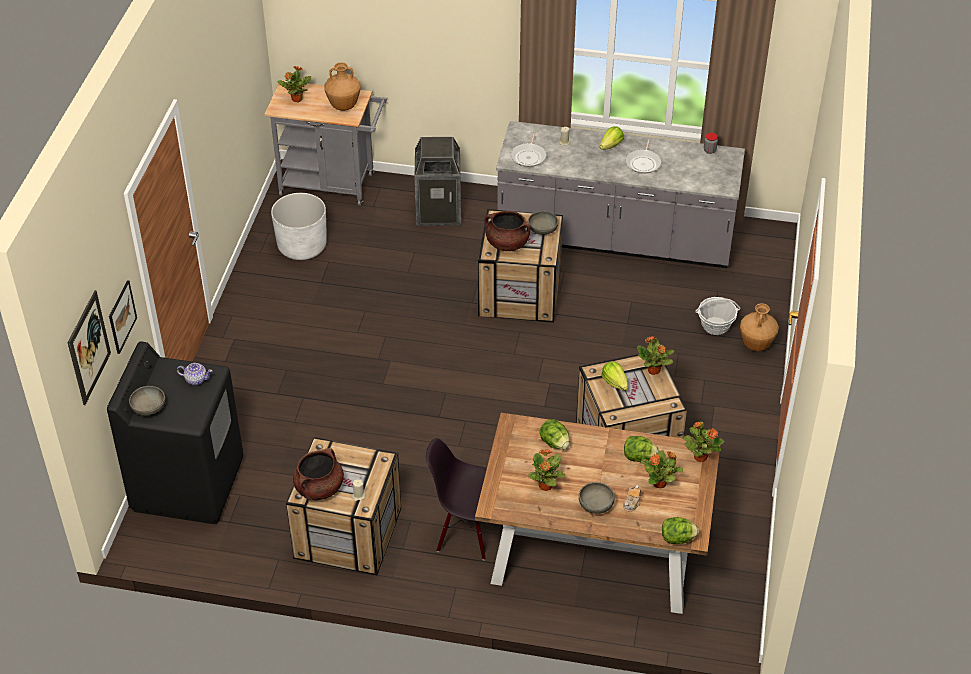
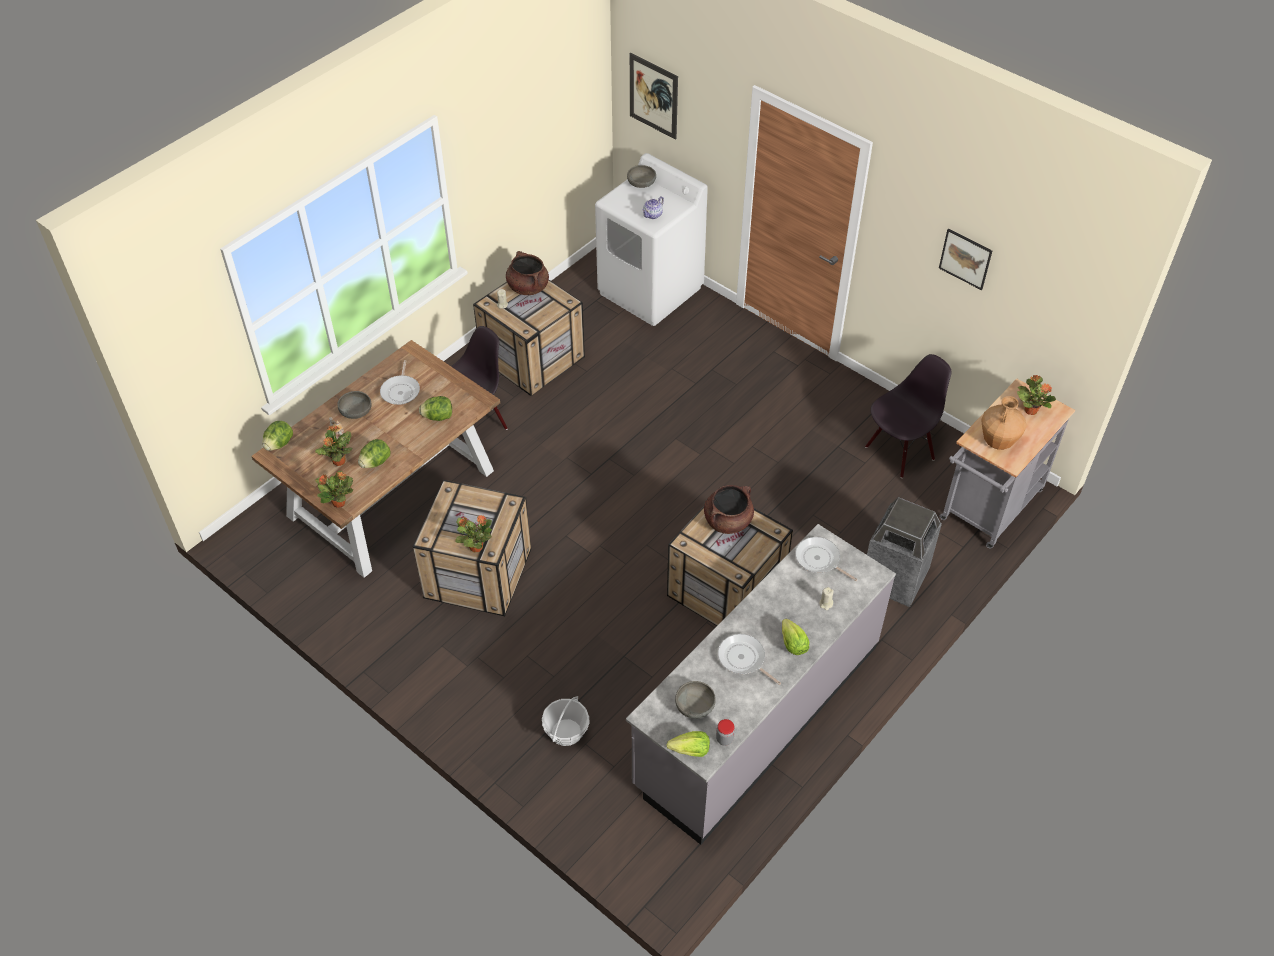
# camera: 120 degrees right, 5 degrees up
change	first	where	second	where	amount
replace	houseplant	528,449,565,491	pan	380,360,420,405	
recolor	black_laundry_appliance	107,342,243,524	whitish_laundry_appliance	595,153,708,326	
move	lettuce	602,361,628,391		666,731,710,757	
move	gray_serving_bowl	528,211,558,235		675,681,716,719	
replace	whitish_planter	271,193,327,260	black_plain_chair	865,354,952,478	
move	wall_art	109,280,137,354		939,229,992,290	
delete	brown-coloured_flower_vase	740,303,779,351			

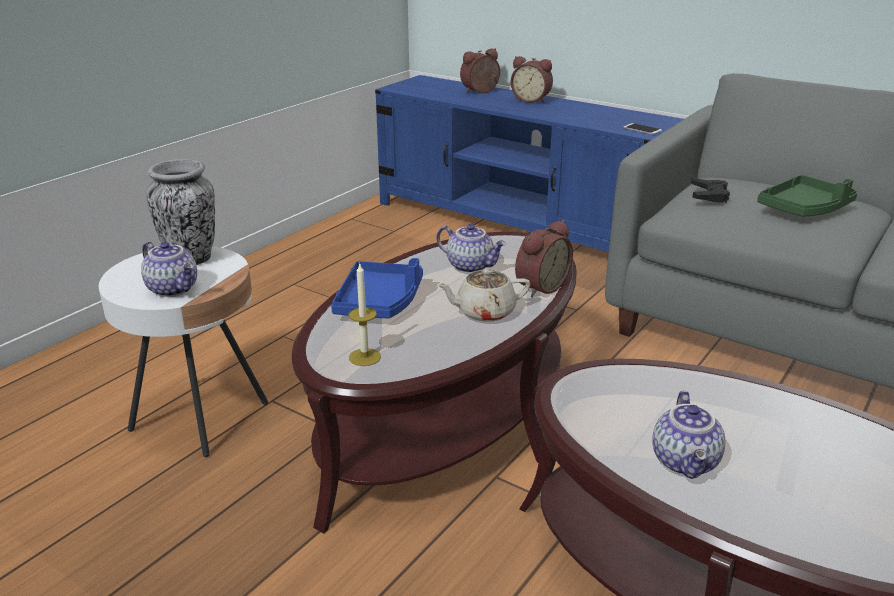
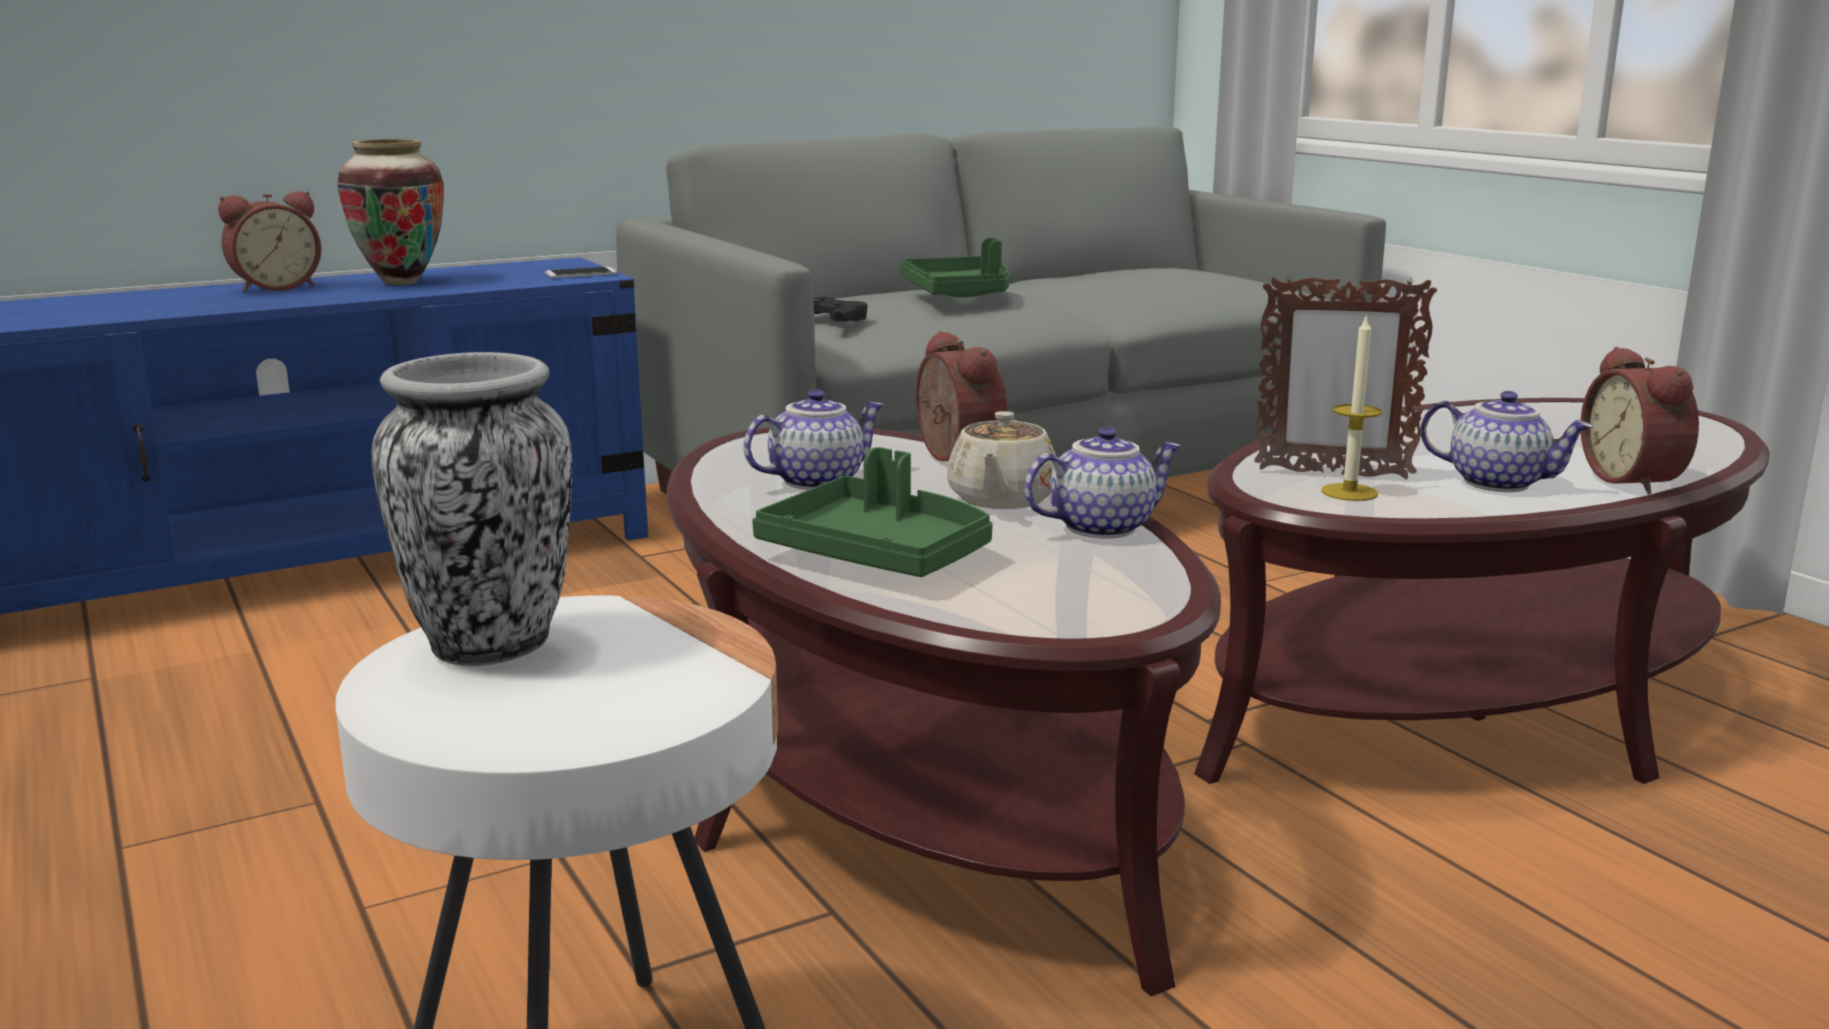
# camera: 65 degrees left, 10 degrees down
change	first	where	second	where	amount
insert			flower_vase	337,139,444,285	
recolor	bluish_serving_tray	331,258,423,318	green-coloured_serving_tray	752,447,993,577	
move	teapot	141,242,197,297		1024,427,1182,539	
insert			photo_frame	1254,276,1437,479	
move	candle	348,264,381,366		1321,314,1382,501	
move	table_clock	460,48,500,93		1581,346,1699,494	

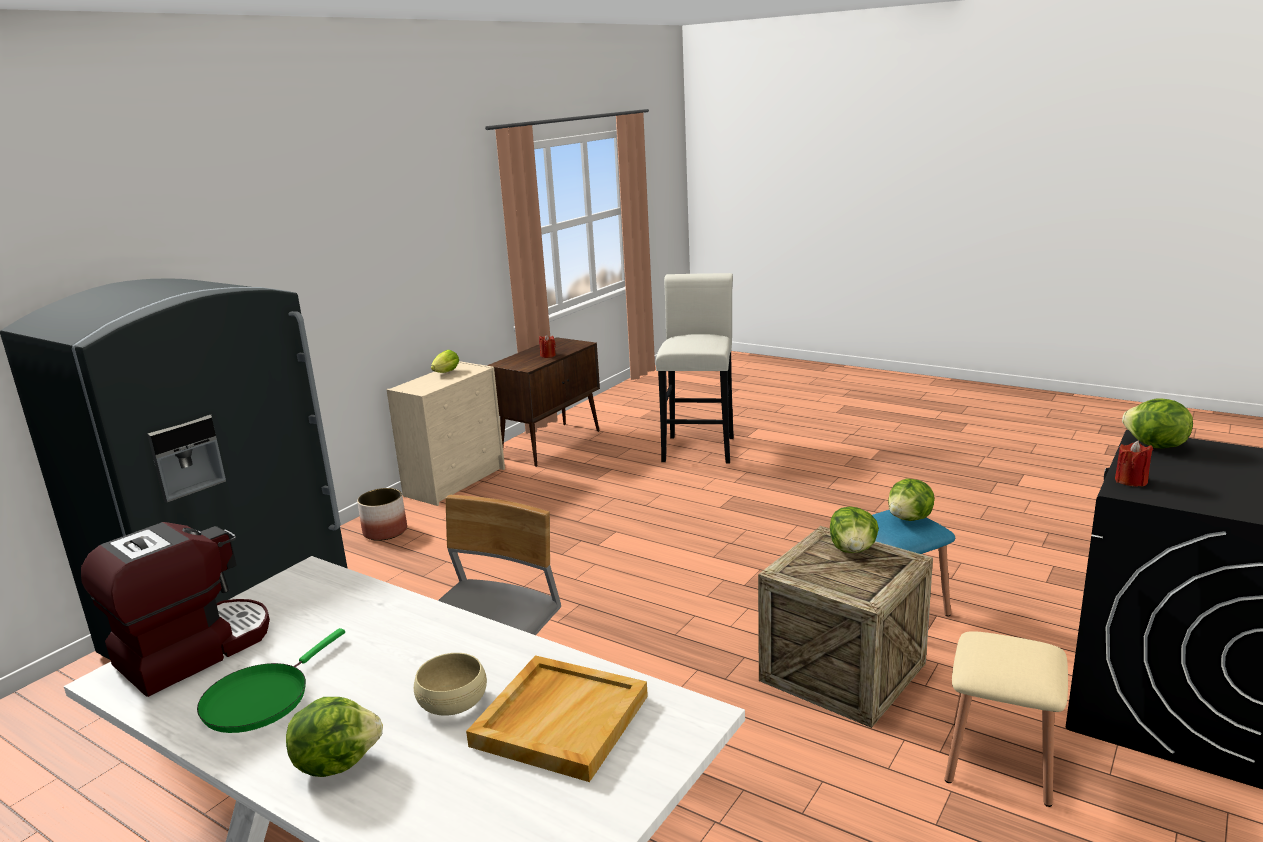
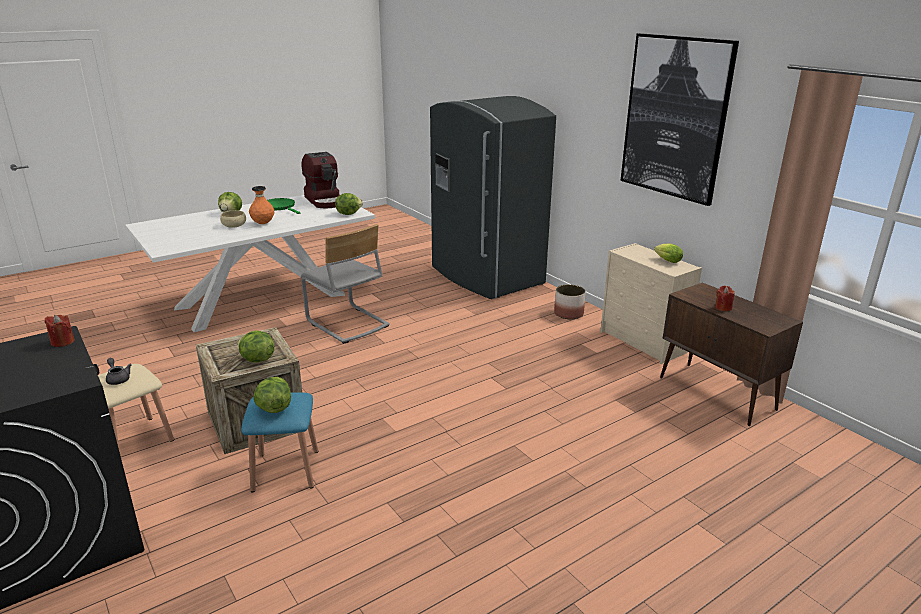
# camera: 110 degrees right, 5 degrees up
change	first	where	second	where	amount
insert			gray_teapot	106,358,132,385	
insert			orange_flower_vase	249,186,274,224	
move	lettuce	1122,398,1193,448		335,193,363,215	
insert			wall_art	620,33,739,206	
delete	beige_serving_tray	466,655,648,782			
delete	whitish_stool	656,273,734,463			

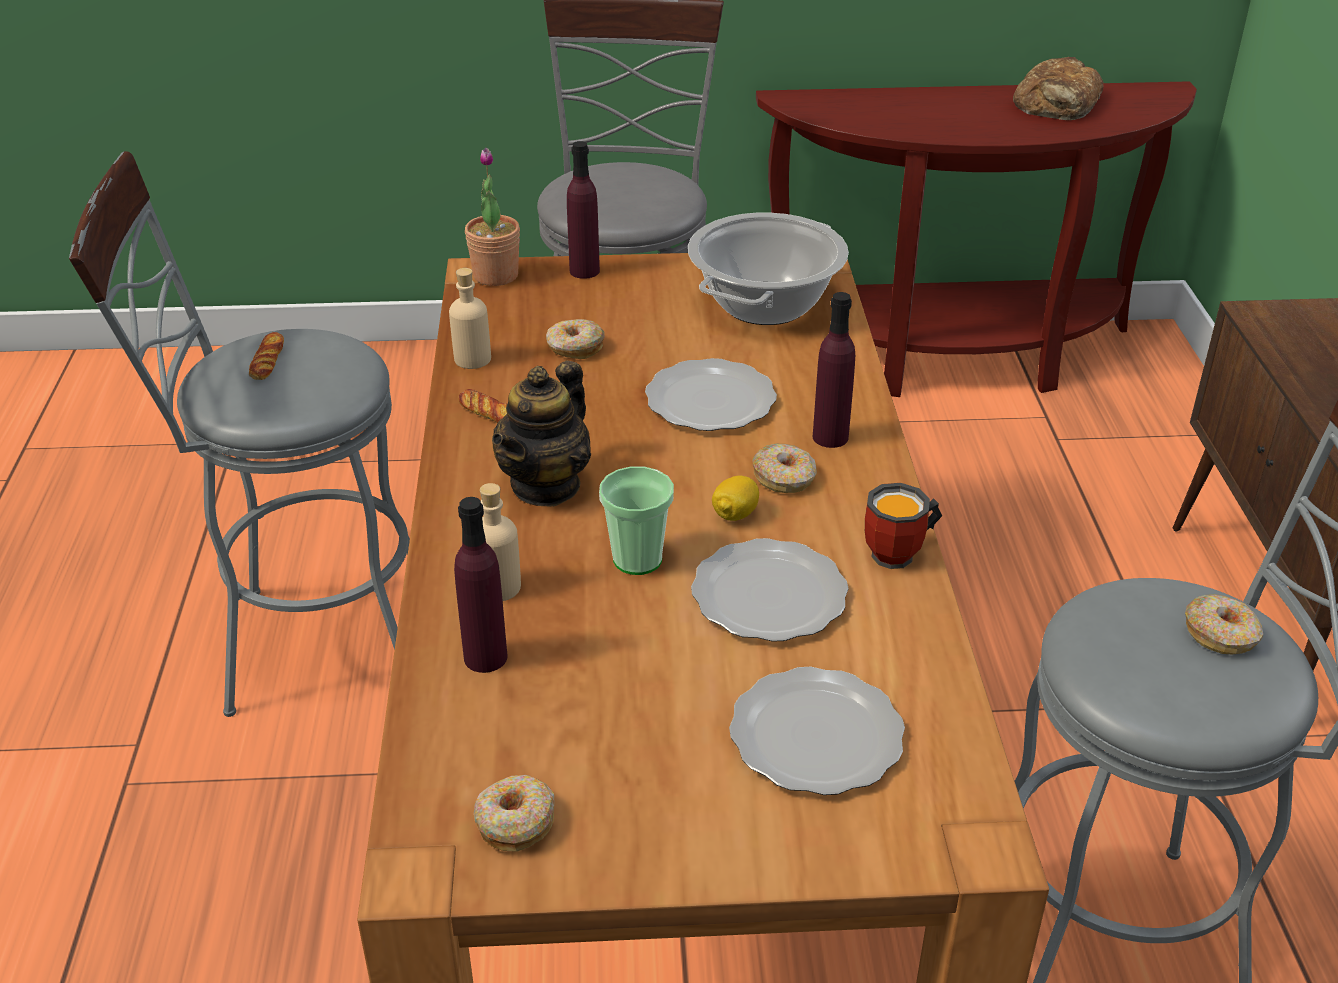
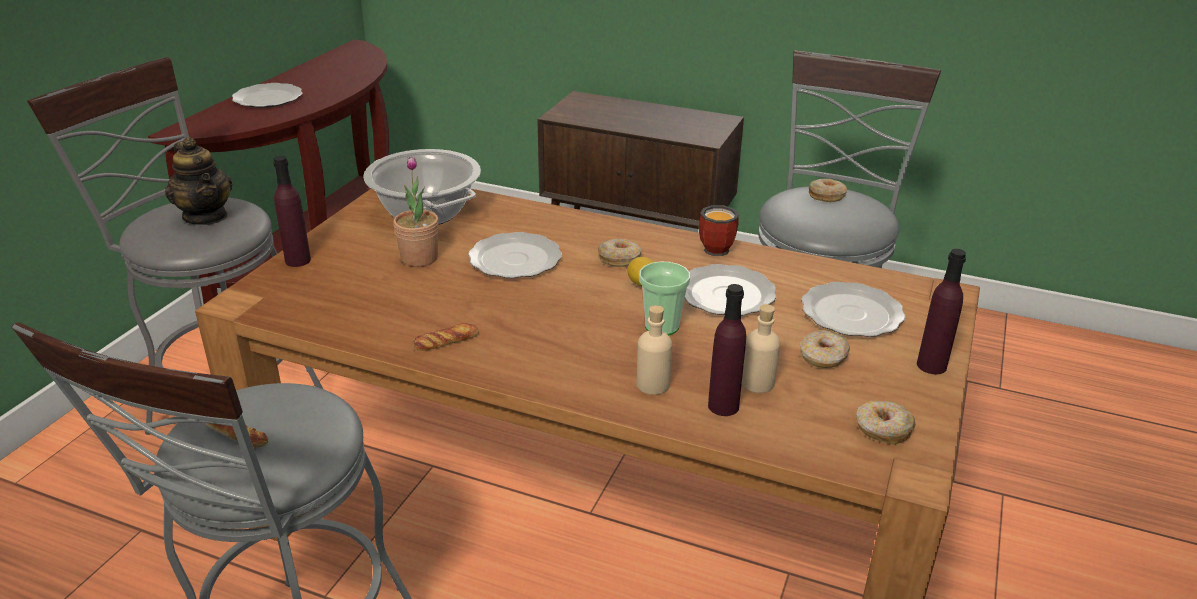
# camera: 65 degrees left, 5 degrees down
change	first	where	second	where	amount
move	teapot	492,360,591,507		165,137,232,225	
insert			dinner_plate	232,83,303,108	
move	houseplant	465,148,520,286		393,156,439,267	
move	beige_drink_bottle	449,268,491,369		742,304,780,393	
move	doughnut	546,319,605,359		800,330,850,368	
move	purple-coloured_drink_bottle	813,292,855,448		917,249,966,374	
delete	baked_bread	1013,57,1104,120			

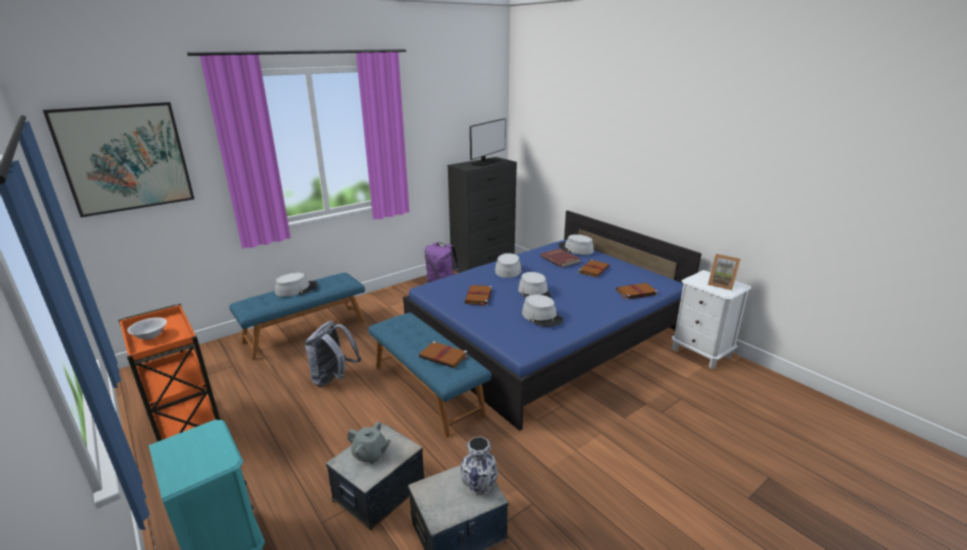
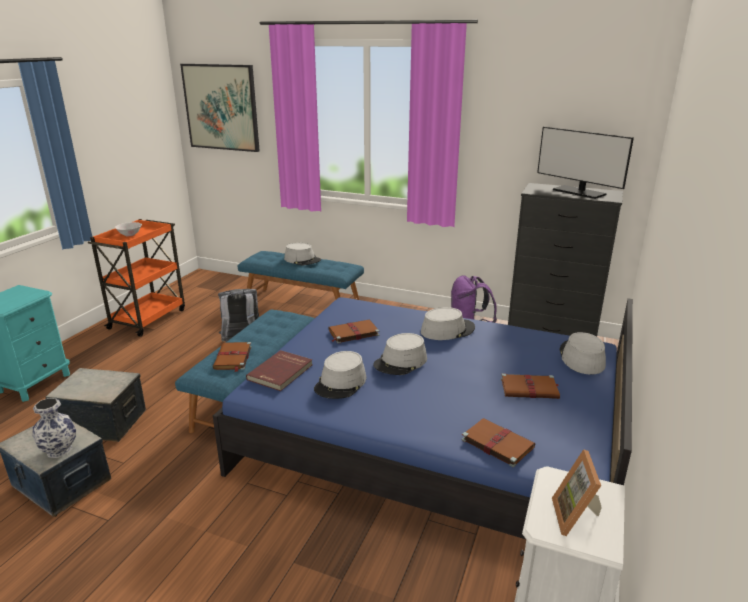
# camera: 60 degrees right, 0 degrees up
change	first	where	second	where	amount
move	red_volume	540,248,580,268		246,350,312,391	
rotate	monitor	470,118,506,167		537,127,634,199	45 degrees clockwise
delete	gray_teapot	347,422,391,464			

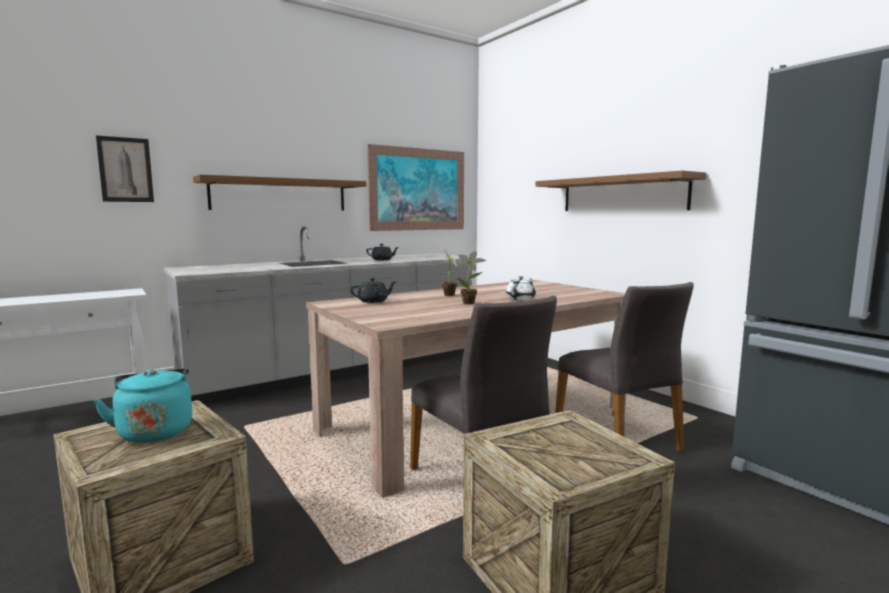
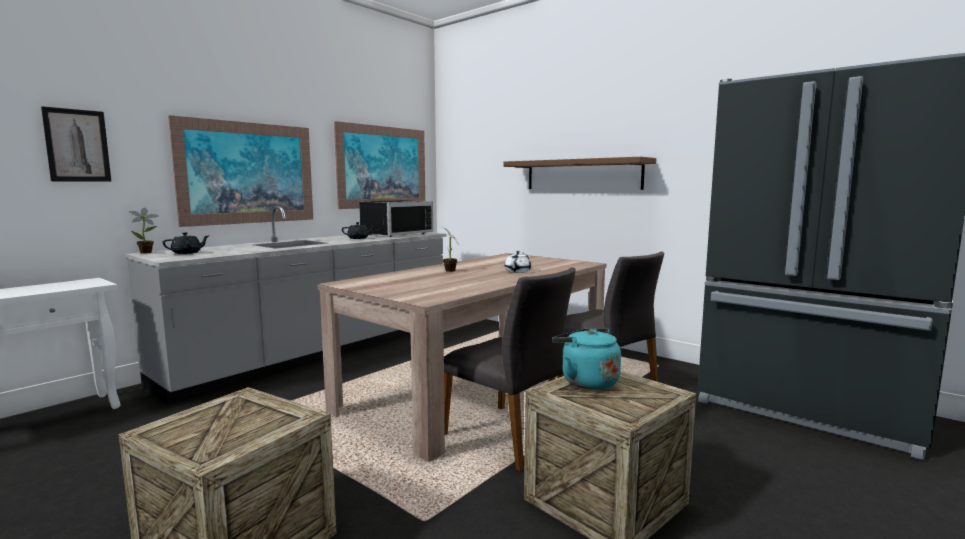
# camera: 15 degrees left, 0 degrees up
change	first	where	second	where	amount
move	houseplant	456,251,486,304		129,208,159,254	
move	black_teapot	350,278,396,303		163,232,210,254	
replace	brown-coloured_wall_shelf	193,175,366,211	wall_art	168,115,313,227	
insert			black_kitchen_microwave	359,200,433,237	
move	turquoise_water_kettle	93,368,193,443		552,328,621,390	

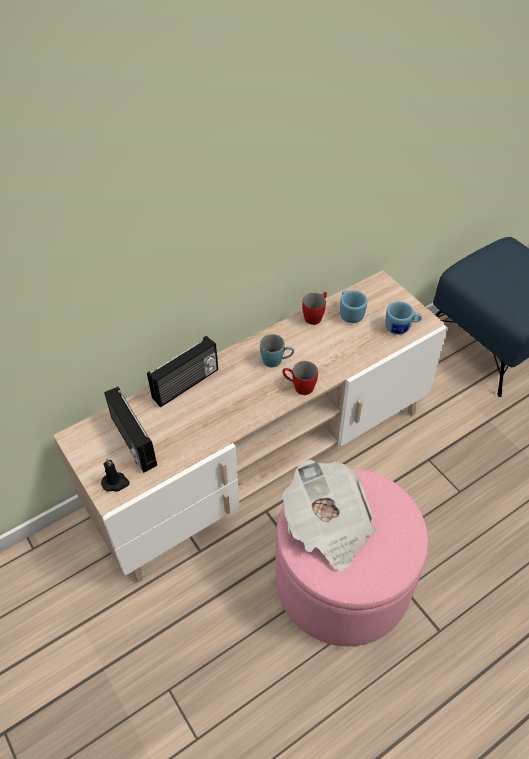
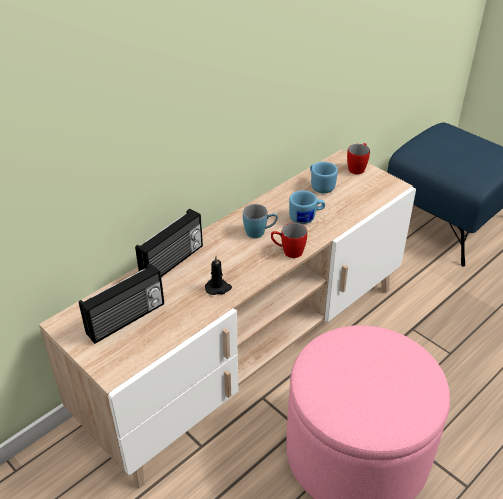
# camera: 10 degrees left, 10 degrees down
change	first	where	second	where	amount
rotate	radio_set	104,387,157,473		79,263,164,344	90 degrees counterclockwise
move	black_candle	101,459,130,492		205,256,232,295	
move	bluish_mug	385,301,422,335		289,190,325,224	
move	red_mug	302,292,327,325		347,143,370,174	
delete	printed_paper	282,459,376,571			

